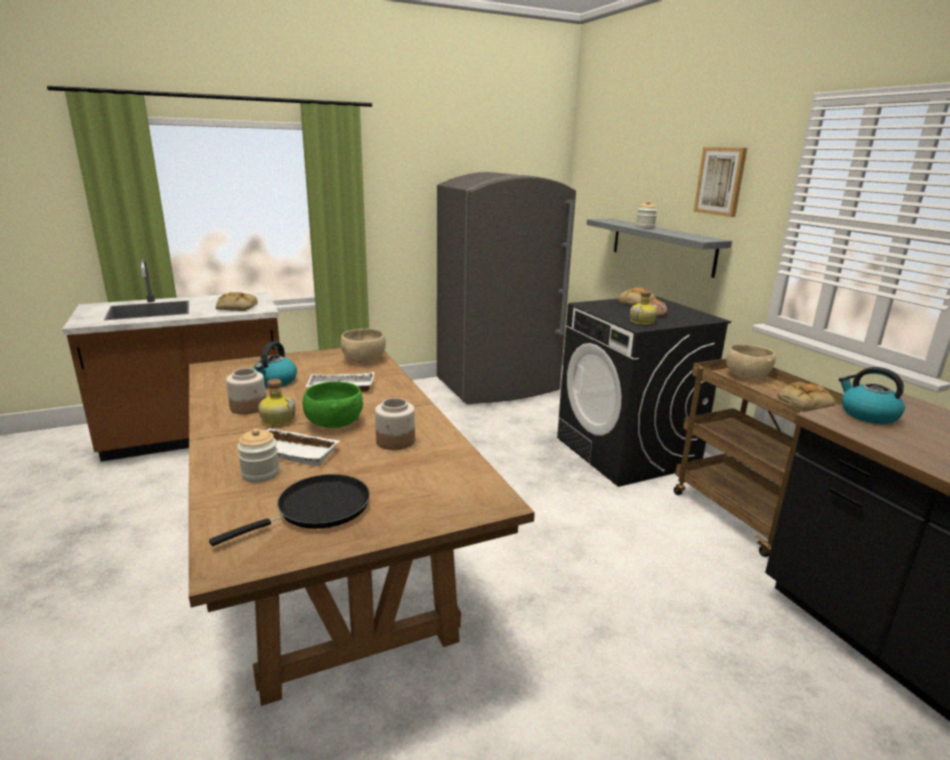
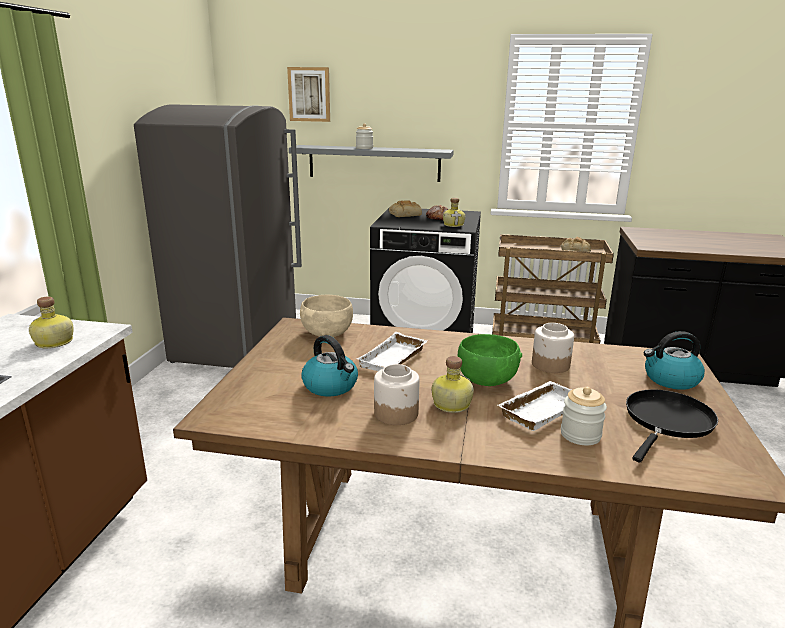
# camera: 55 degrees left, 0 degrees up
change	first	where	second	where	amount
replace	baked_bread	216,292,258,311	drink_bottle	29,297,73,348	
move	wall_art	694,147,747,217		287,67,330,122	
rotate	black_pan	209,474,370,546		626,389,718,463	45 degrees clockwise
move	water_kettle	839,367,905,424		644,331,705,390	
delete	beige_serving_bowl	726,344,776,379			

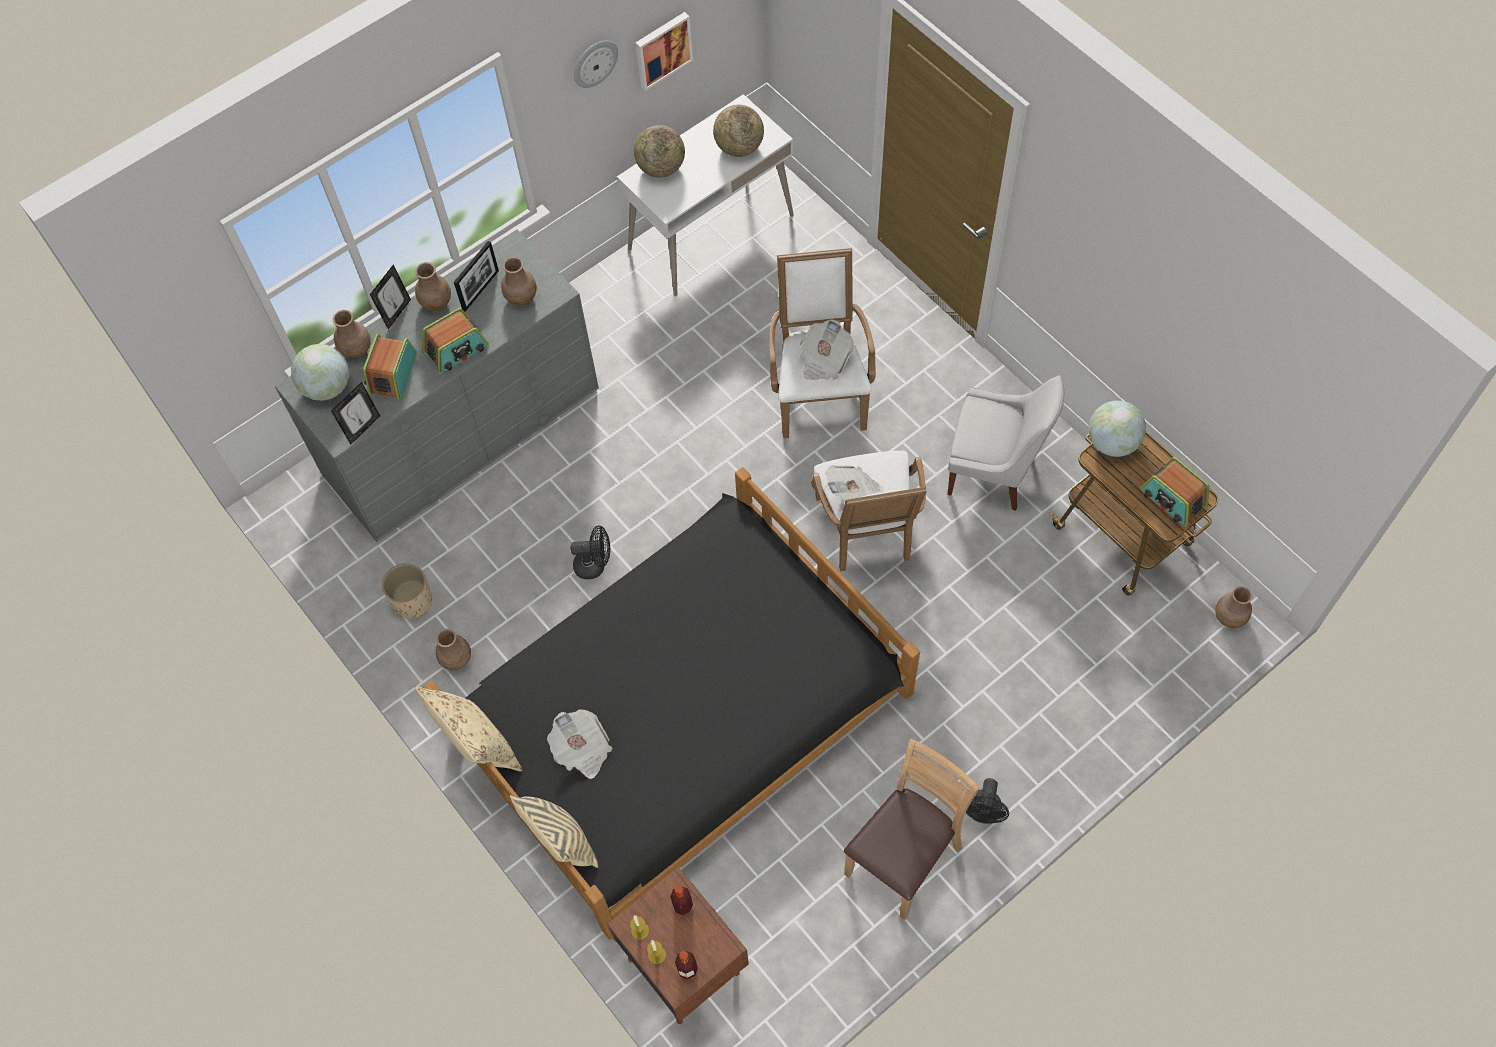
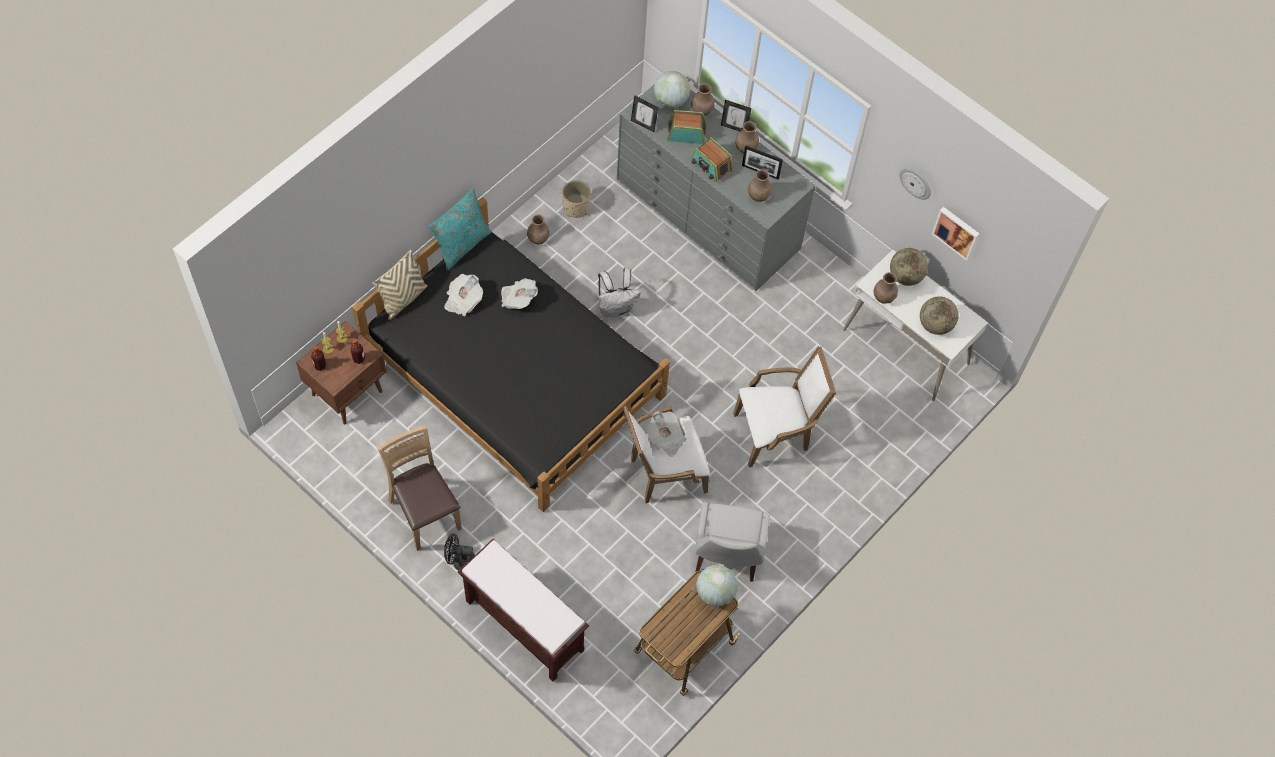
# camera: 75 degrees right, 0 degrees up
change	first	where	second	where	amount
rotate	brown-coloured_plain_chair	844,739,980,920		378,426,462,551	150 degrees counterclockwise
recolor	beige_throw_pillow	415,686,522,771	turquoise_throw_pillow	428,187,492,271	
insert			brown-coloured_indoor_bench	458,539,589,681	
move	printed_paper	800,320,854,380		501,278,538,309	
replace	black_fan	570,526,610,579	whitish_knapsack	598,268,640,317	
move	brown-coloured_flower_vase	1215,586,1253,628		874,272,898,304	
delete	radio_set	1140,457,1210,527			

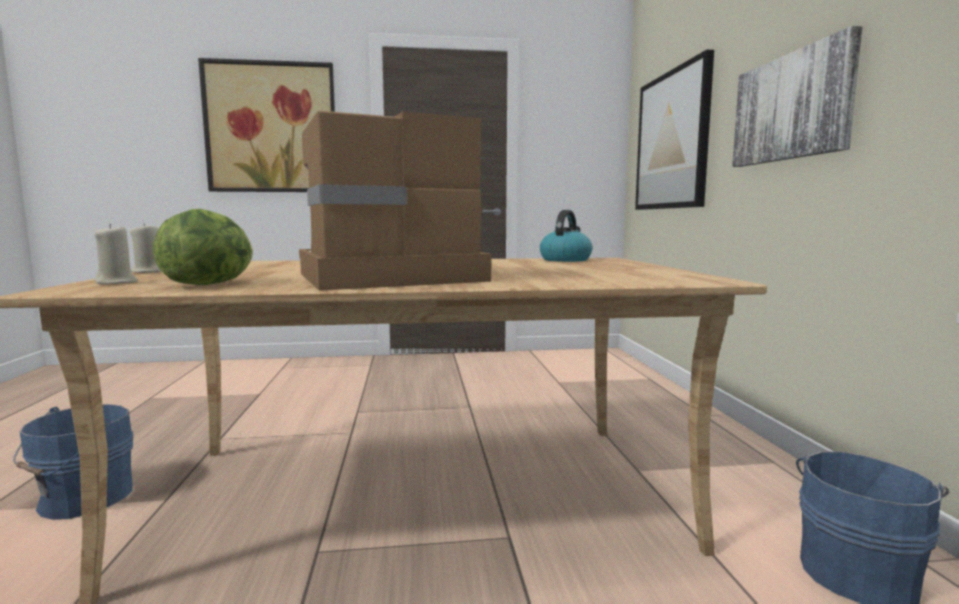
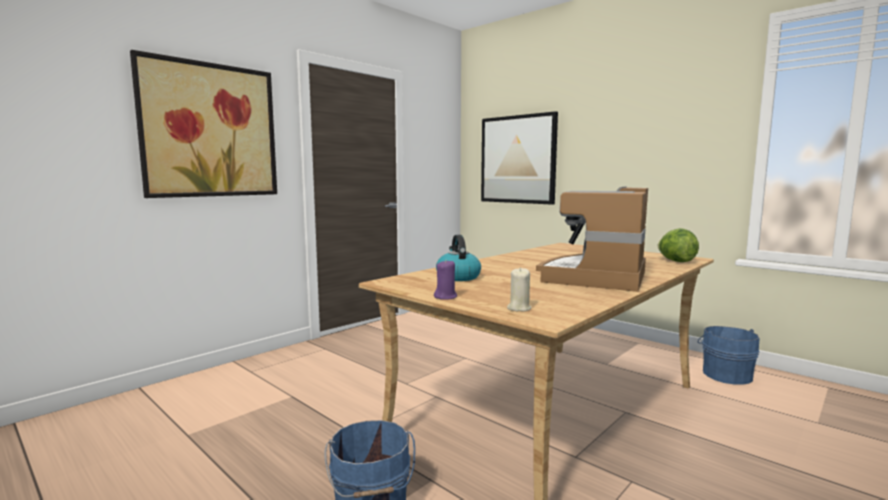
# camera: 40 degrees left, 0 degrees up
change	first	where	second	where	amount
recolor	beige_candle	130,223,162,273	purple-coloured_candle	434,260,457,300	
move	water_kettle	540,210,593,262		436,235,481,281	
move	lettuce	153,209,253,285		658,228,699,262	
delete	wall_art	732,26,862,167			

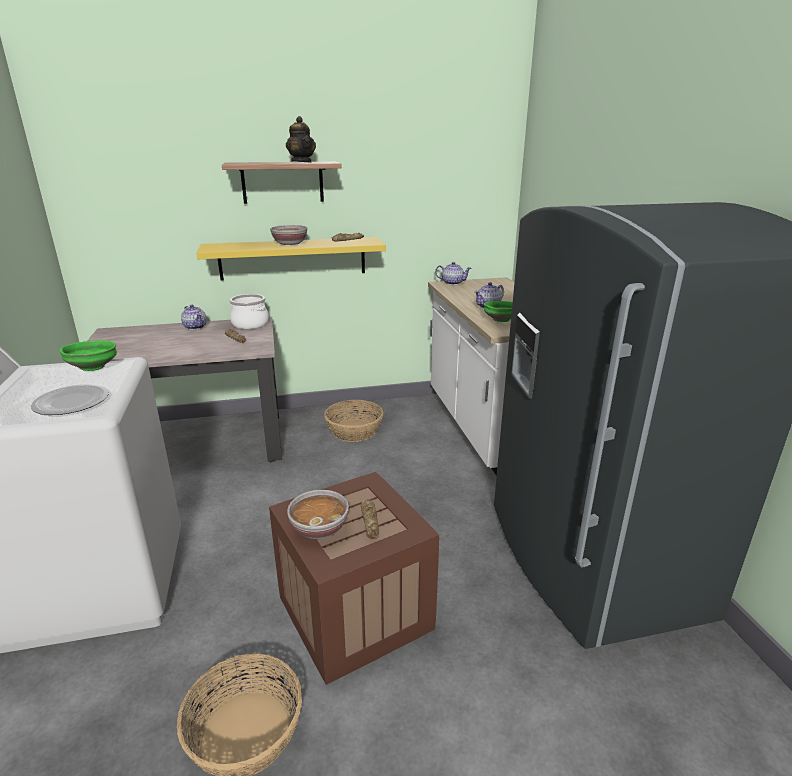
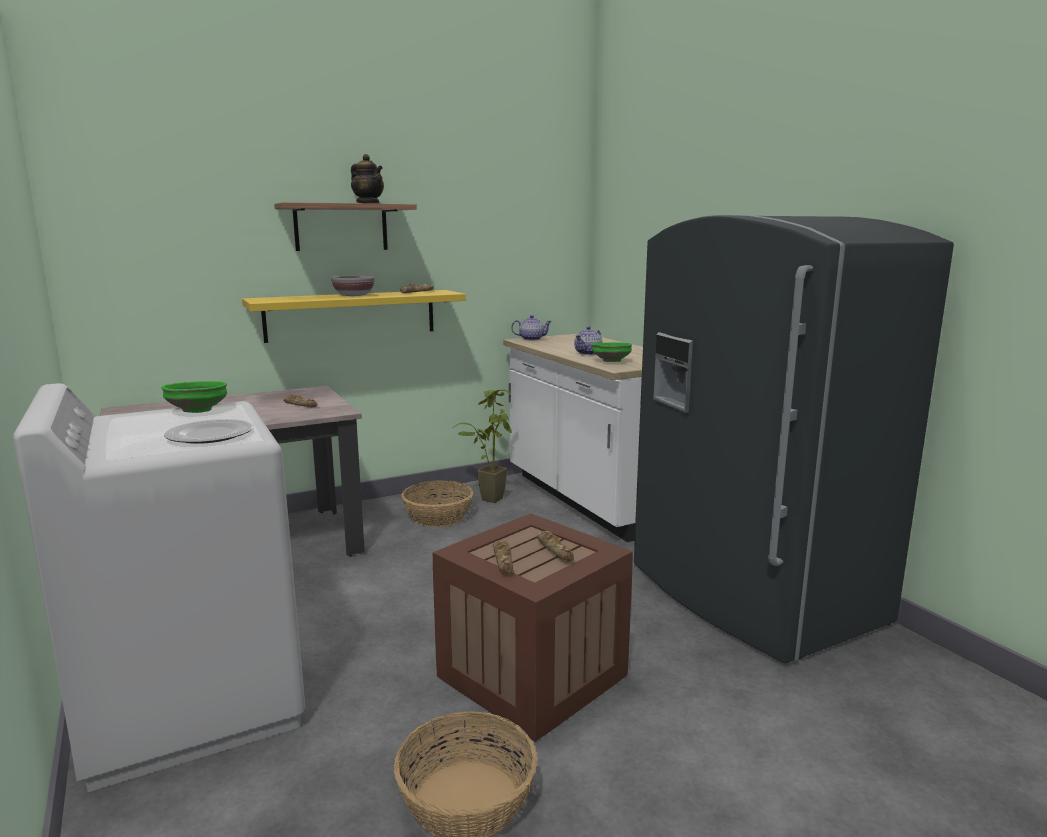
# camera: 15 degrees left, 10 degrees down
change	first	where	second	where	amount
insert			houseplant	453,389,512,503	
replace	serving_bowl	287,490,349,539	baked_bread	493,540,513,575	
delete	teapot	181,305,207,330			
delete	stockpot	230,294,269,329			

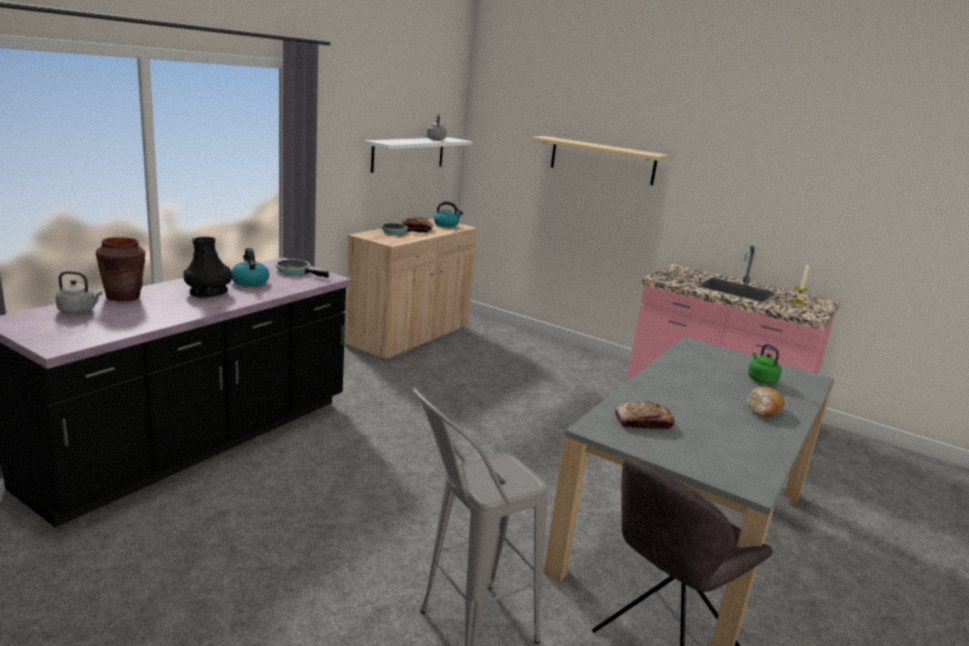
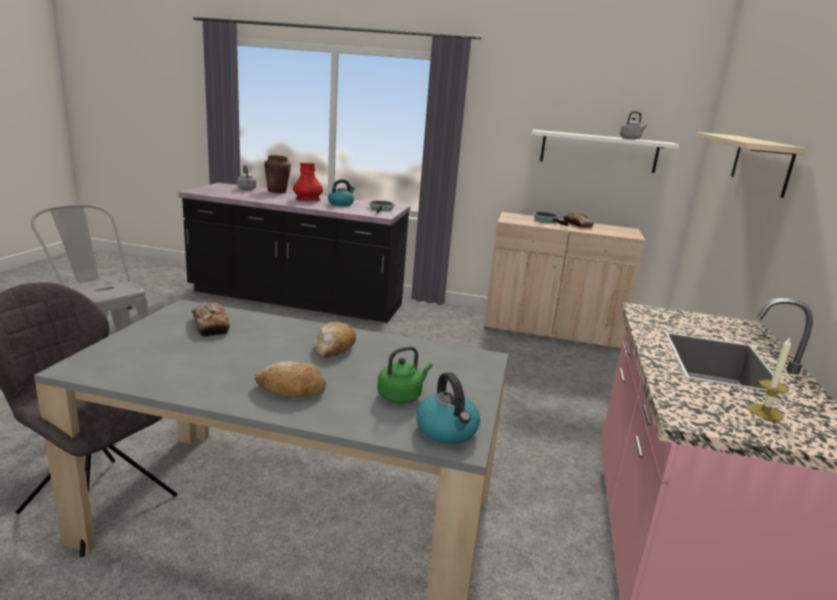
# camera: 70 degrees right, 0 degrees up
change	first	where	second	where	amount
recolor	black_flower_vase	184,237,232,298	red_flower_vase	293,163,323,201	
insert			baked_bread	314,322,356,358	
move	water_kettle	434,201,463,228		416,372,480,444	

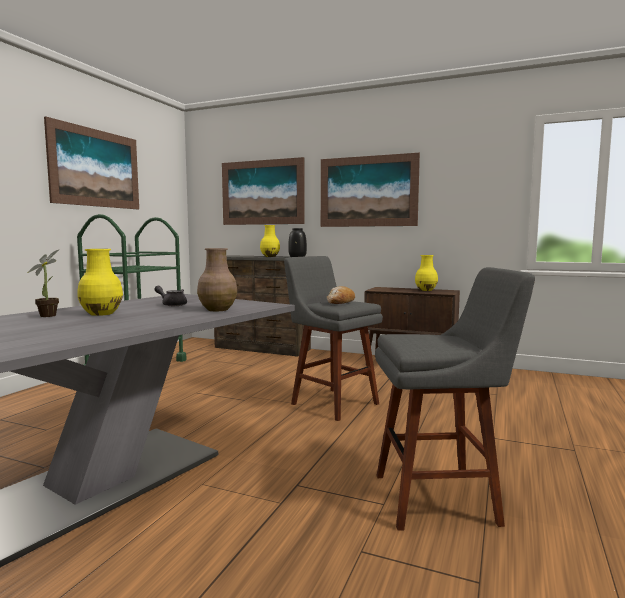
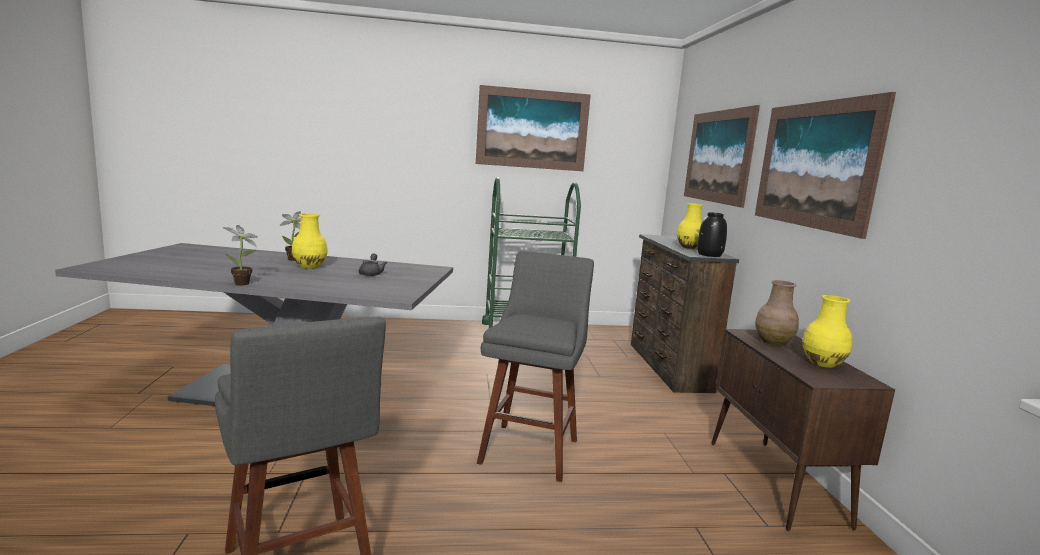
# camera: 60 degrees right, 5 degrees up
change	first	where	second	where	amount
insert			houseplant	222,225,258,285	
move	brown-coloured_flower_vase	197,248,237,311		755,280,799,346	
delete	baked_bread	326,286,355,304			

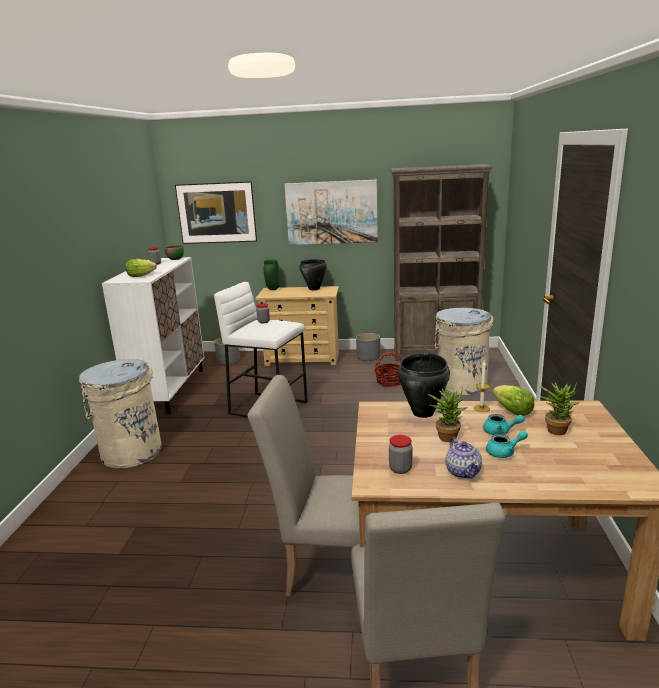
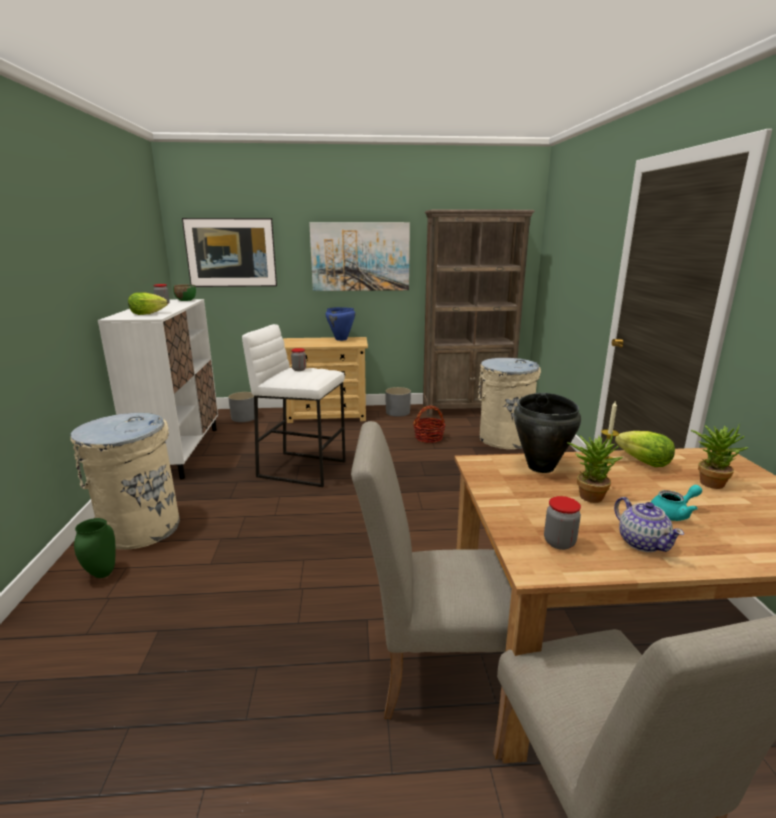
# camera: 10 degrees left, 0 degrees up
change	first	where	second	where	amount
move	green-coloured_flower_vase	264,260,280,290		74,518,116,578	
recolor	black_stockpot	299,259,327,290	bluish_stockpot	326,307,355,341	
delete	turquoise_teapot	483,414,525,435			

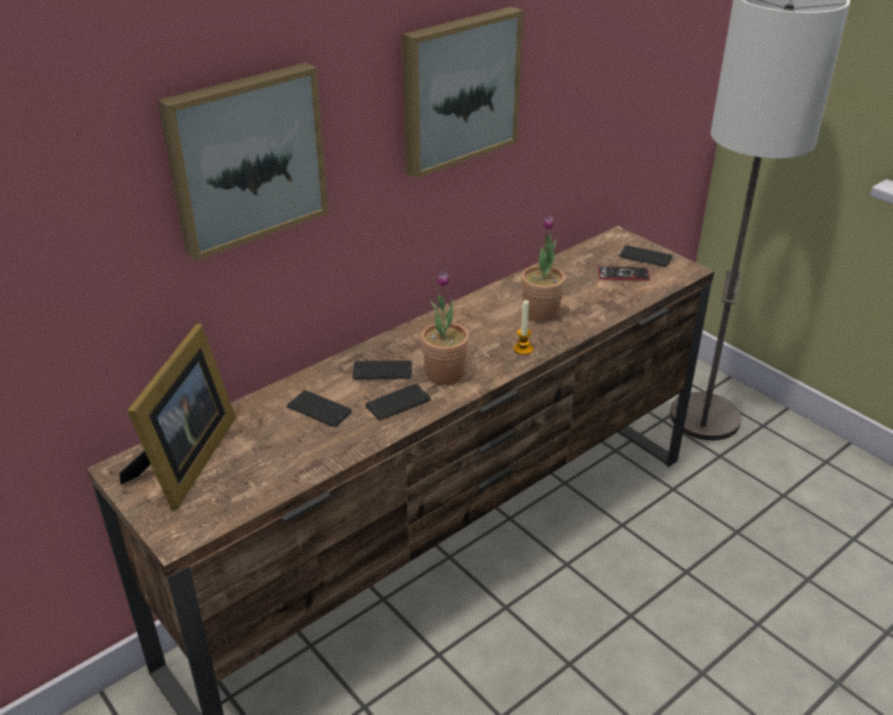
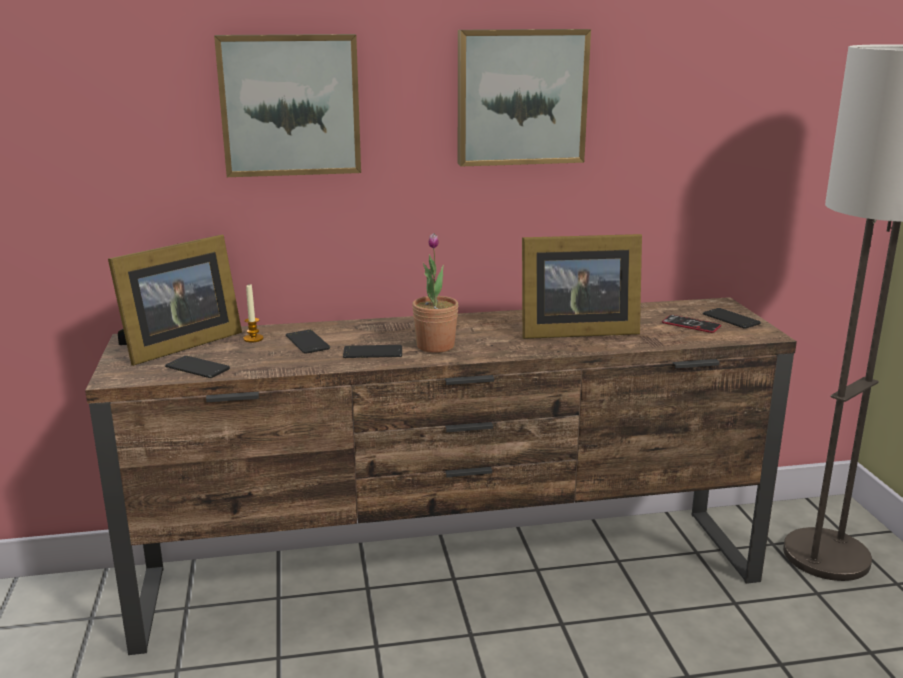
# camera: 30 degrees right, 15 degrees down
change	first	where	second	where	amount
move	telephone	353,360,412,379		165,356,230,378	
move	candle	514,300,533,355		243,284,263,343	
replace	houseplant	521,216,565,322	photo_frame	522,234,642,339	

